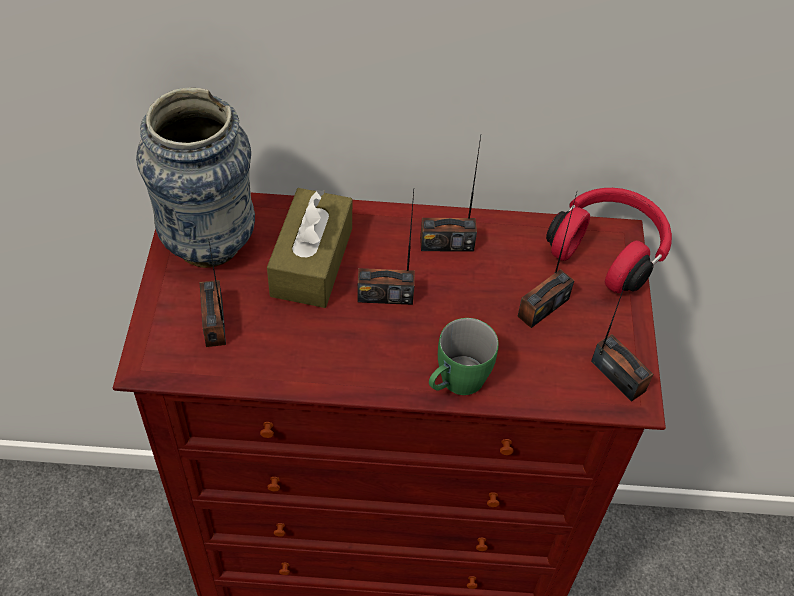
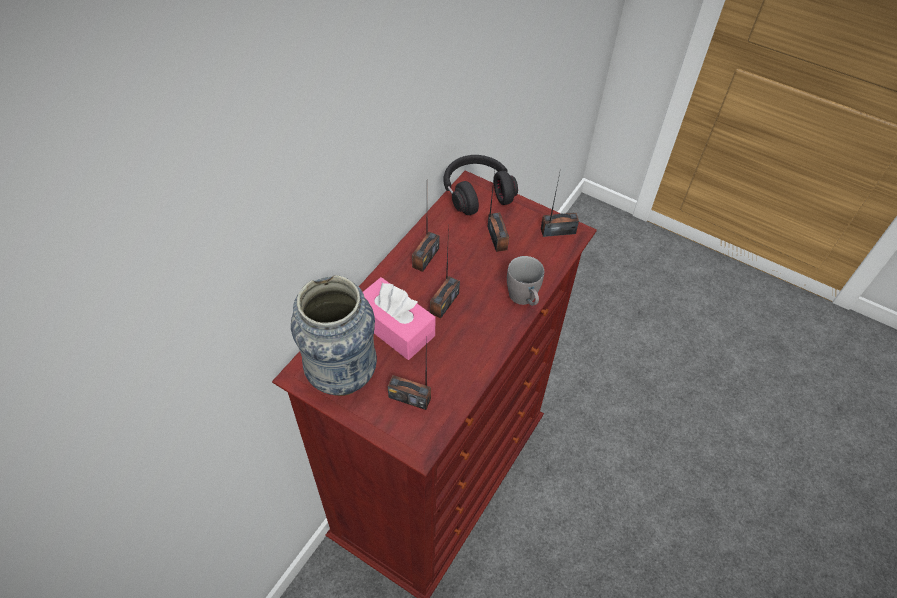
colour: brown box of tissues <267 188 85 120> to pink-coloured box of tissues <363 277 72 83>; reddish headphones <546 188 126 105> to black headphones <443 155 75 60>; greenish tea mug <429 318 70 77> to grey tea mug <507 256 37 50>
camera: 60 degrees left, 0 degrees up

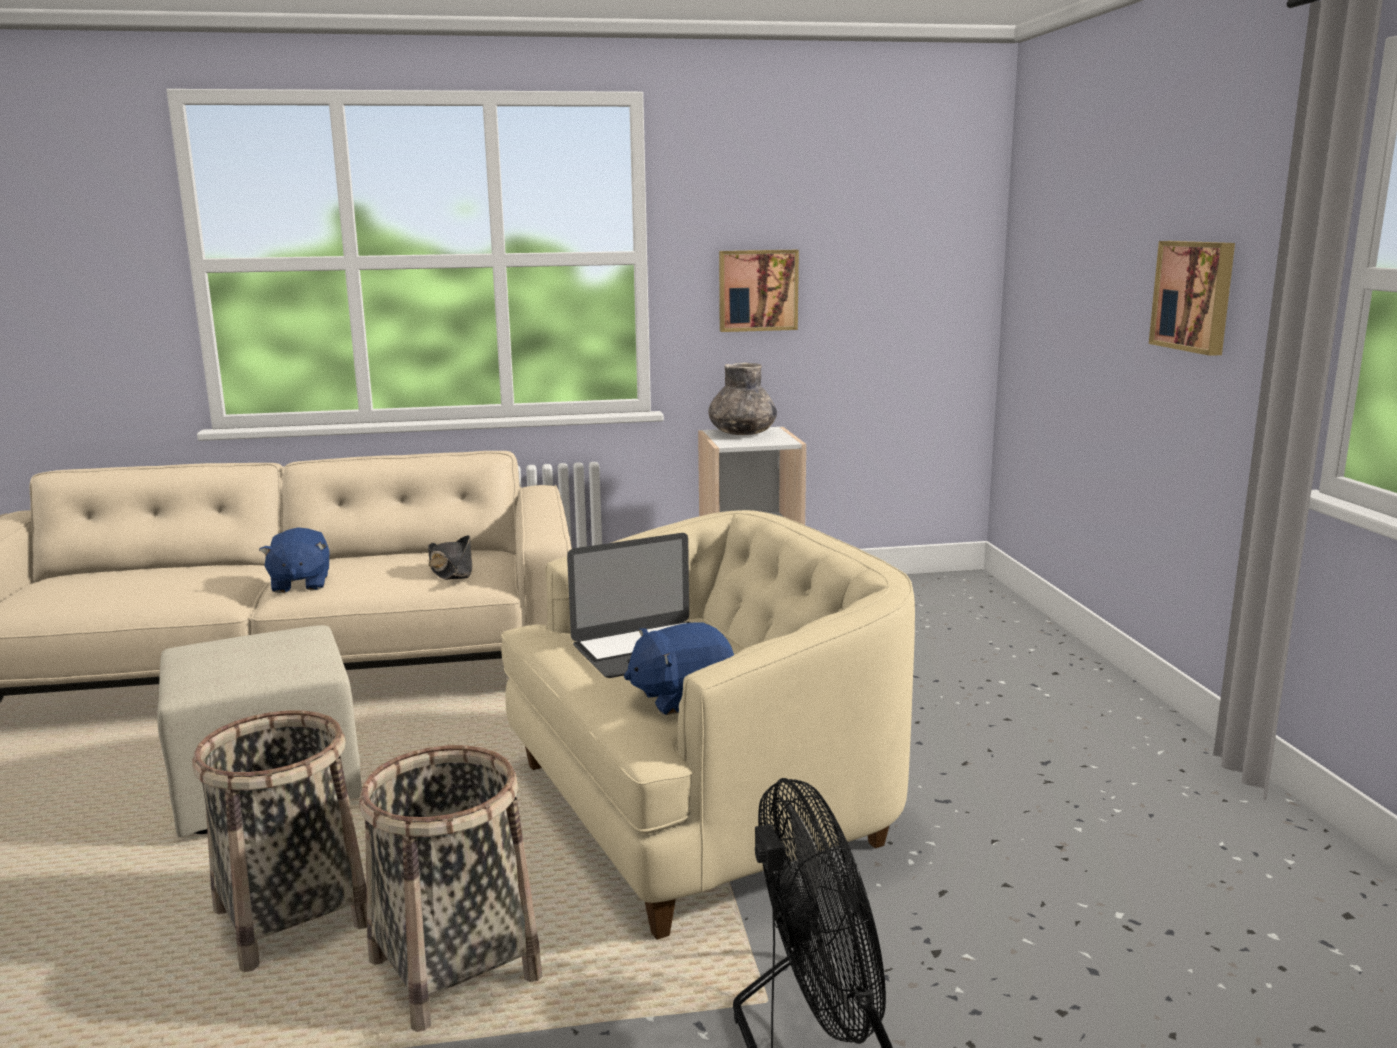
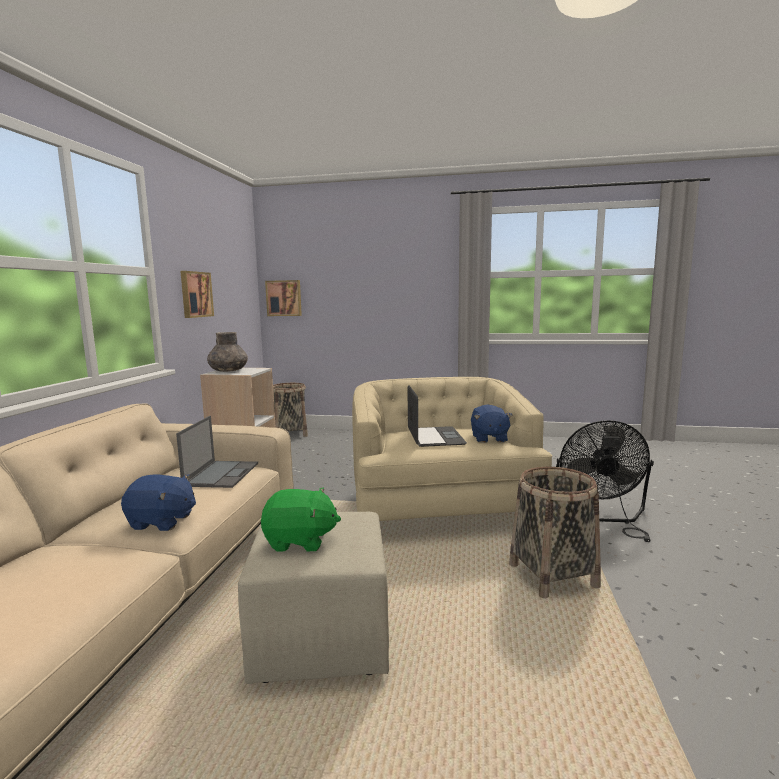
appeared: greenish cuddly toy <261 488 80 64>
relocated: wall picture <1149 241 86 115> to <265 280 37 36>; storage basket <192 710 175 262> to <273 383 35 54>
exchanged: black wearable hat <428 535 44 45> to laptop <176 416 82 72>
camera: 70 degrees left, 5 degrees down

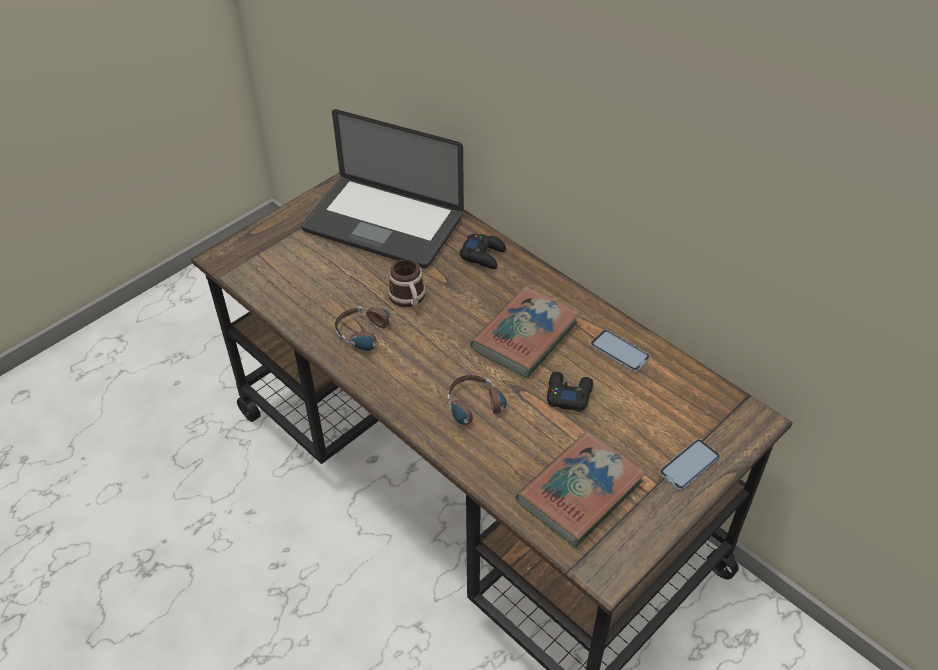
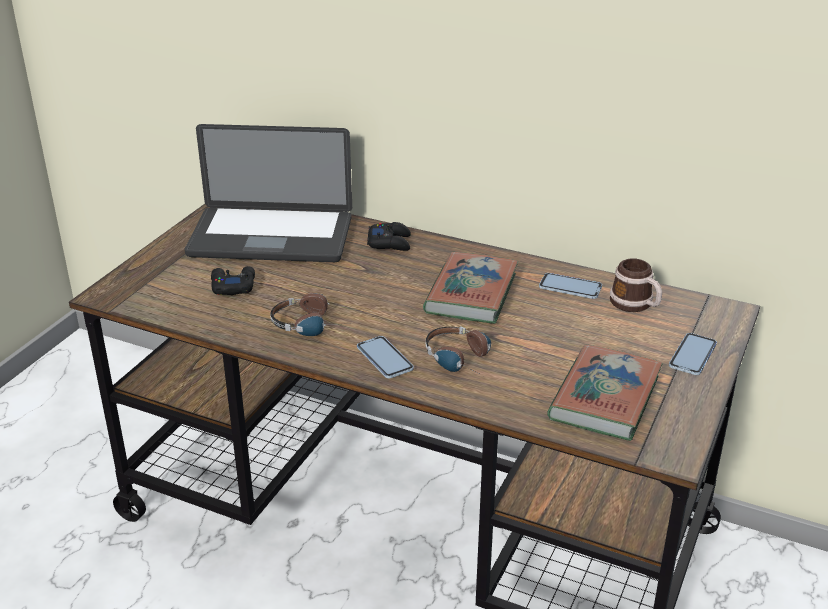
appeared: handset <357 336 57 42>
relocated: tea mug <387 259 39 49> to <610 258 52 54>; black gamepad <547 372 46 40> to <211 266 44 29>
camera: 20 degrees left, 15 degrees down

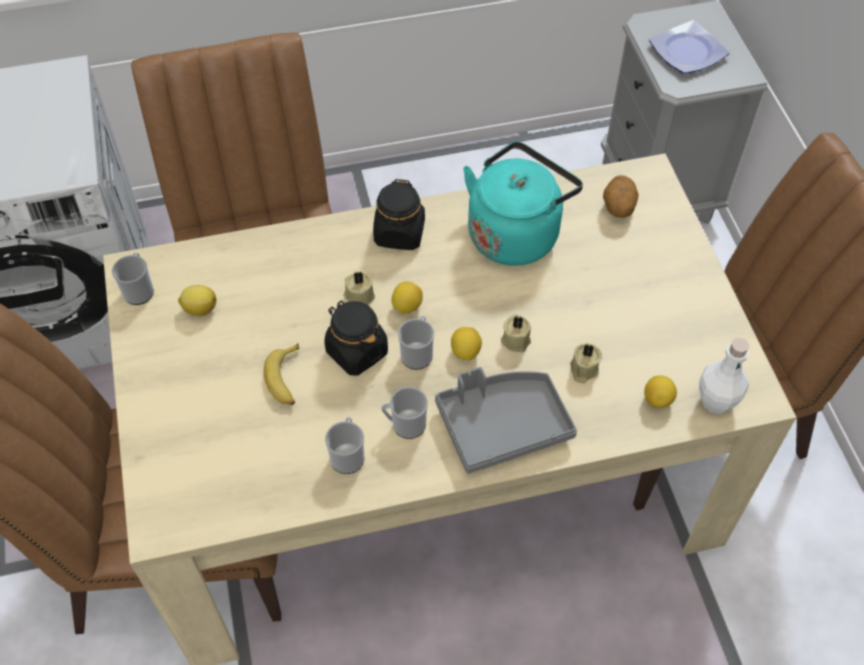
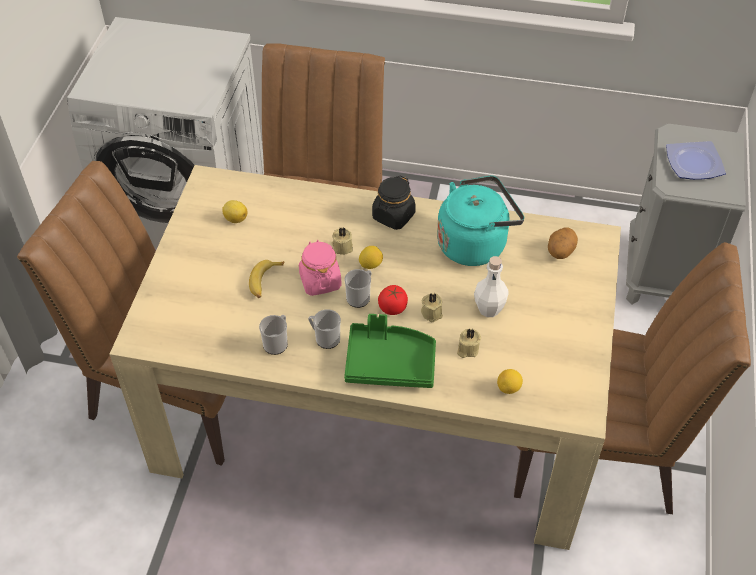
missing: tea mug <112 252 42 53>
relocated: white drink bottle <699 338 50 76> to <474 256 35 61>
exchanged: whole lemon <451 327 31 34> to tomato <378 285 30 30>
colour: black preserve jar <324 301 64 75> to pink-coloured preserve jar <299 240 43 56>; grey tray <435 367 142 107> to greenish tray <344 314 92 74>
camera: 25 degrees right, 5 degrees down

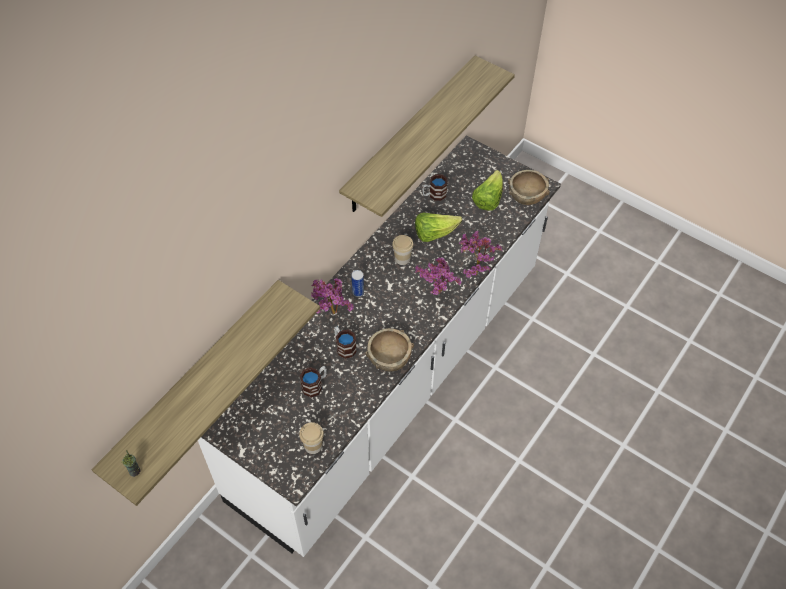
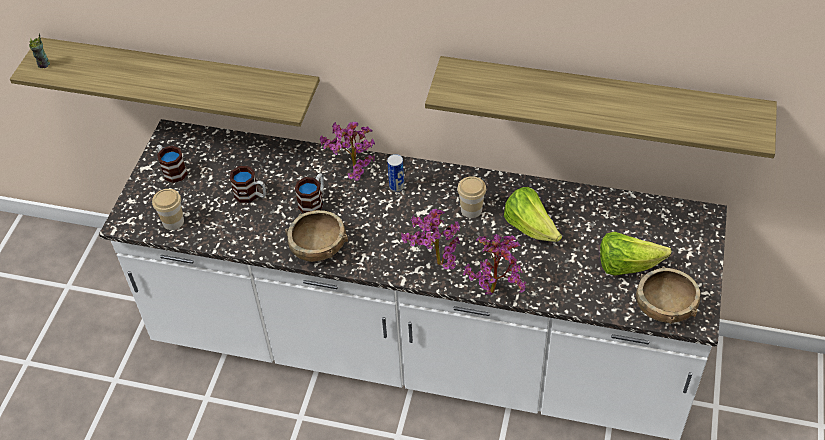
relocated: tea mug <422 174 26 27> to <157 145 31 38>
camera: 70 degrees right, 5 degrees down

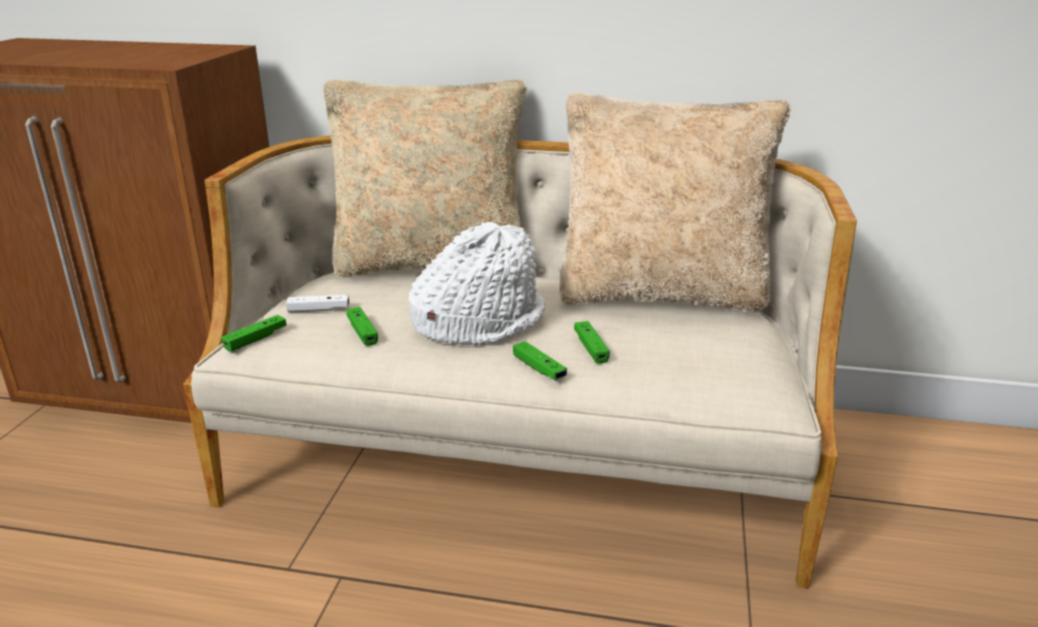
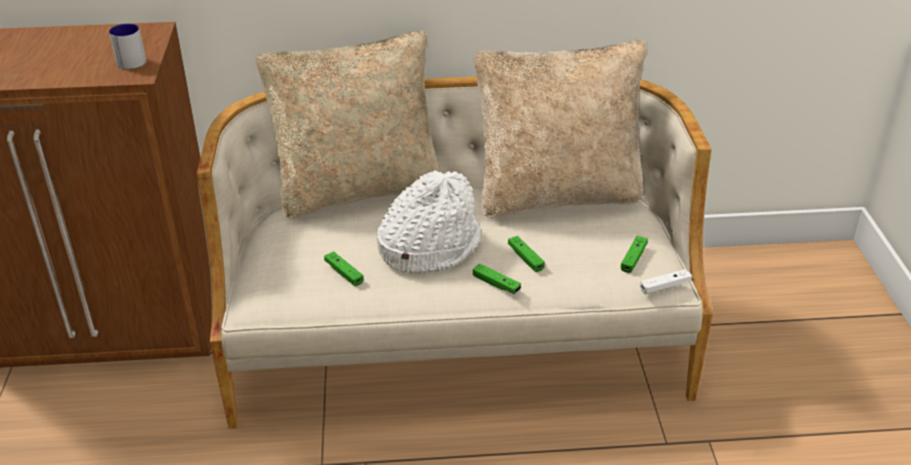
appeared: tea mug <109 24 37 45>
relocated: white gamepad <286 295 63 18> to <640 269 52 25>; greenish gamepad <221 315 66 37> to <621 236 27 37>
camera: 15 degrees left, 10 degrees up

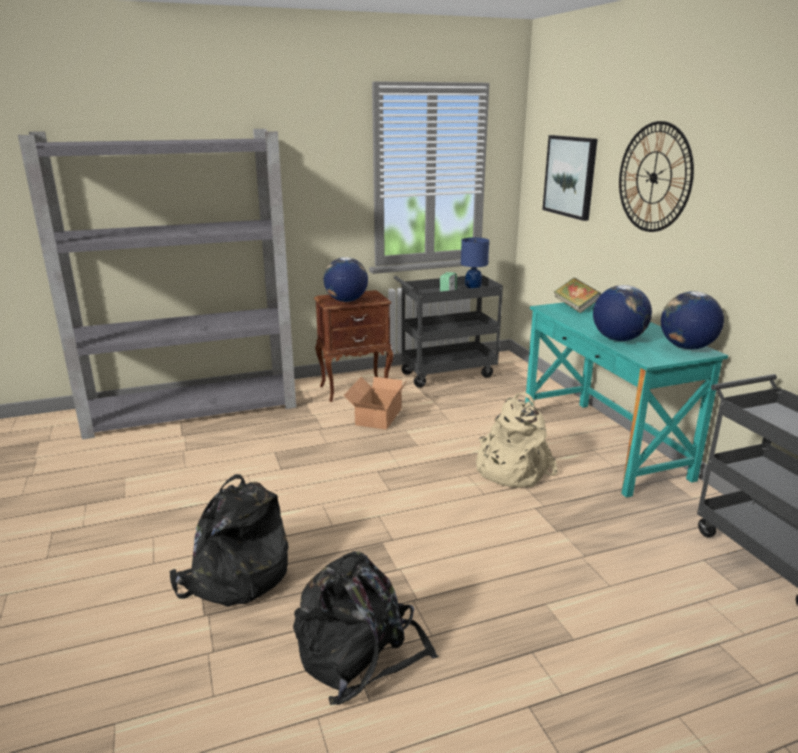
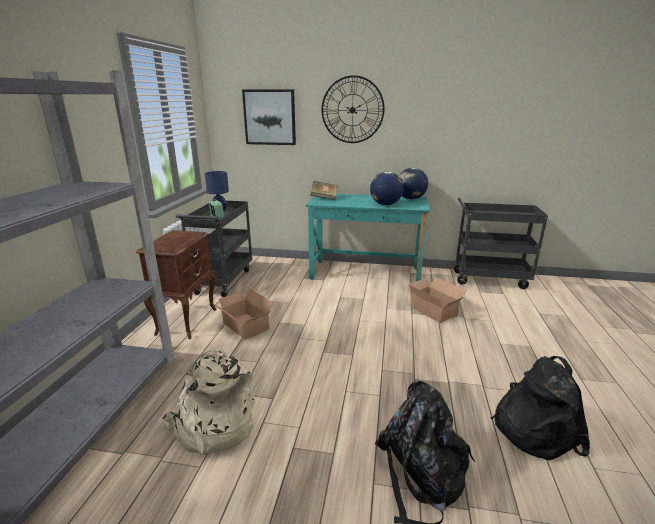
missing: desk globe <324 257 44 45>
appeared: cardboard box <408 277 58 46>
relocated: beige backpack <476 392 82 96> to <163 347 92 108>
camera: 60 degrees left, 0 degrees up

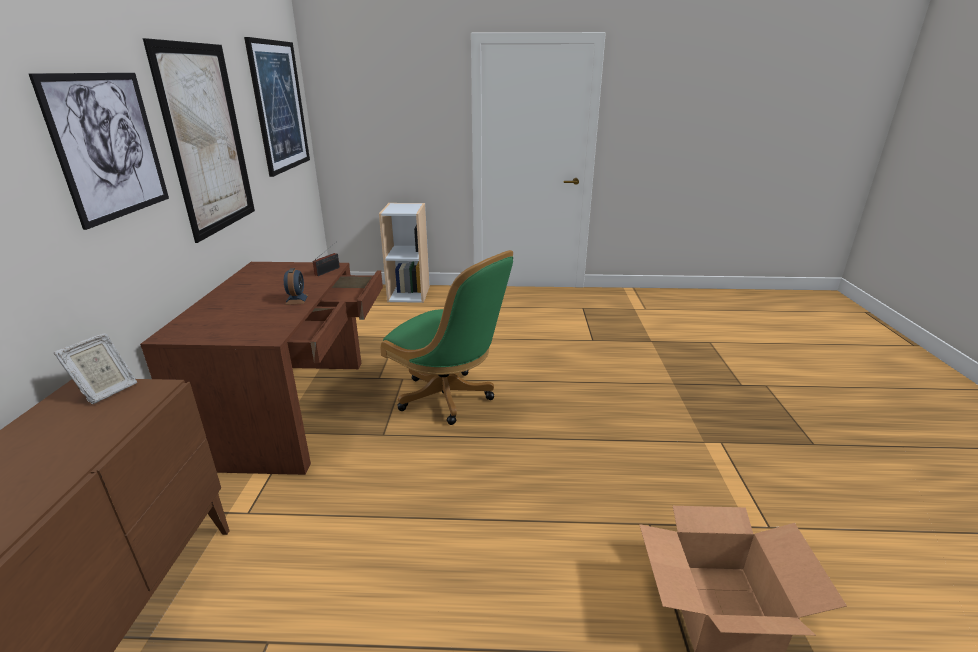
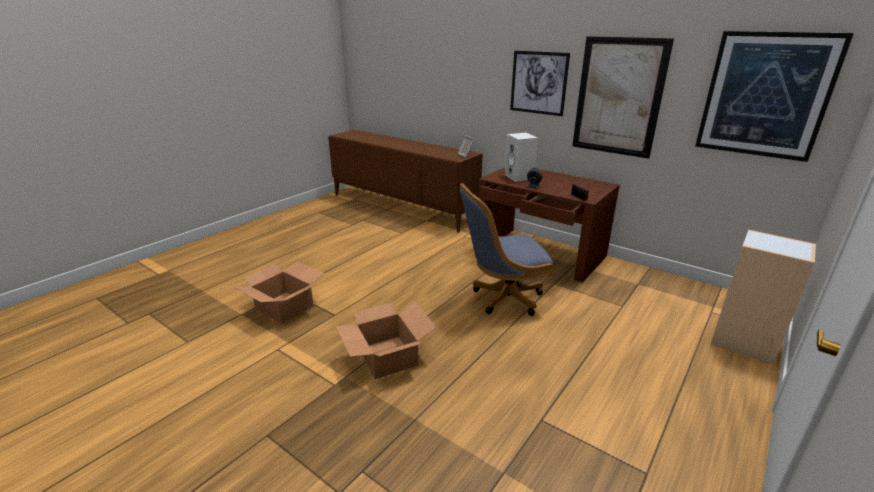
appeared: white loudspeaker <505 133 33 49>; cardboard box <335 302 101 77>
colour: greenish office chair <380 250 133 175> to blue-coloured office chair <460 183 94 133>
camera: 125 degrees right, 0 degrees up

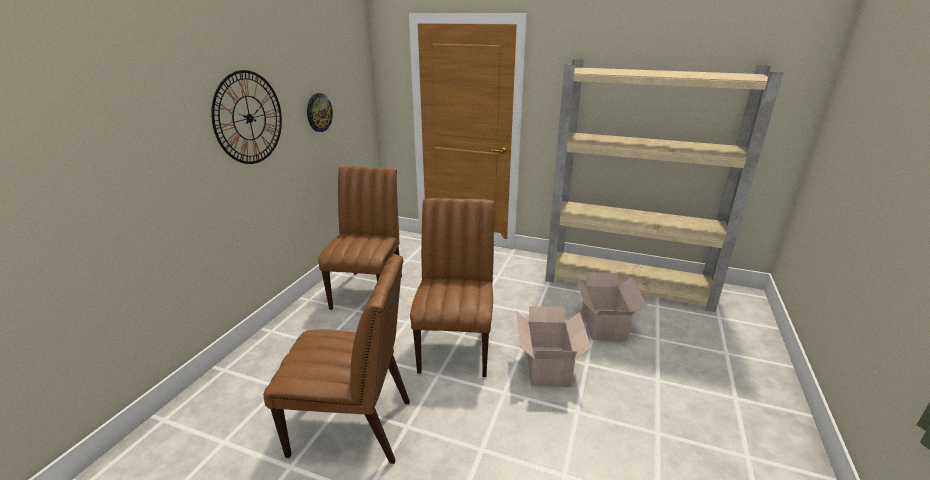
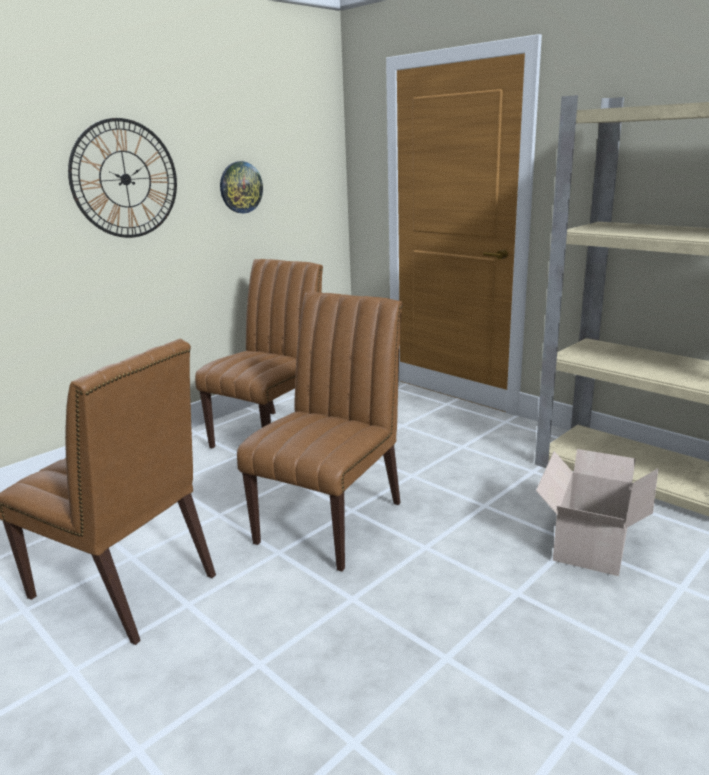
missing: cardboard box <516 306 75 81>
camera: 25 degrees right, 5 degrees down

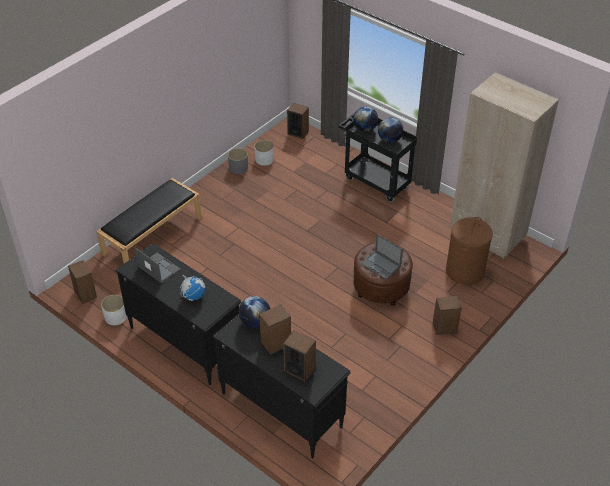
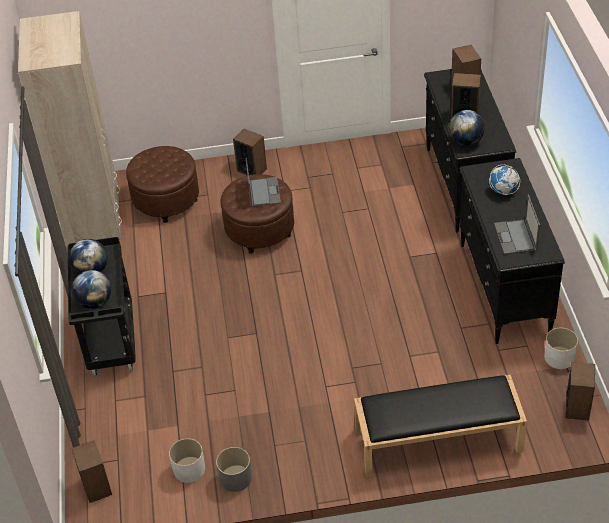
exchanged: brown hamper <446 217 47 68> to brown footrest <126 146 73 77>
camera: 135 degrees left, 0 degrees up

